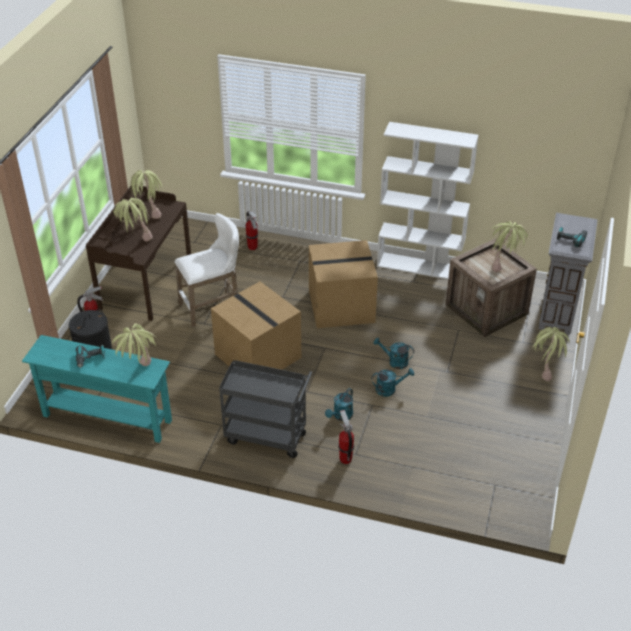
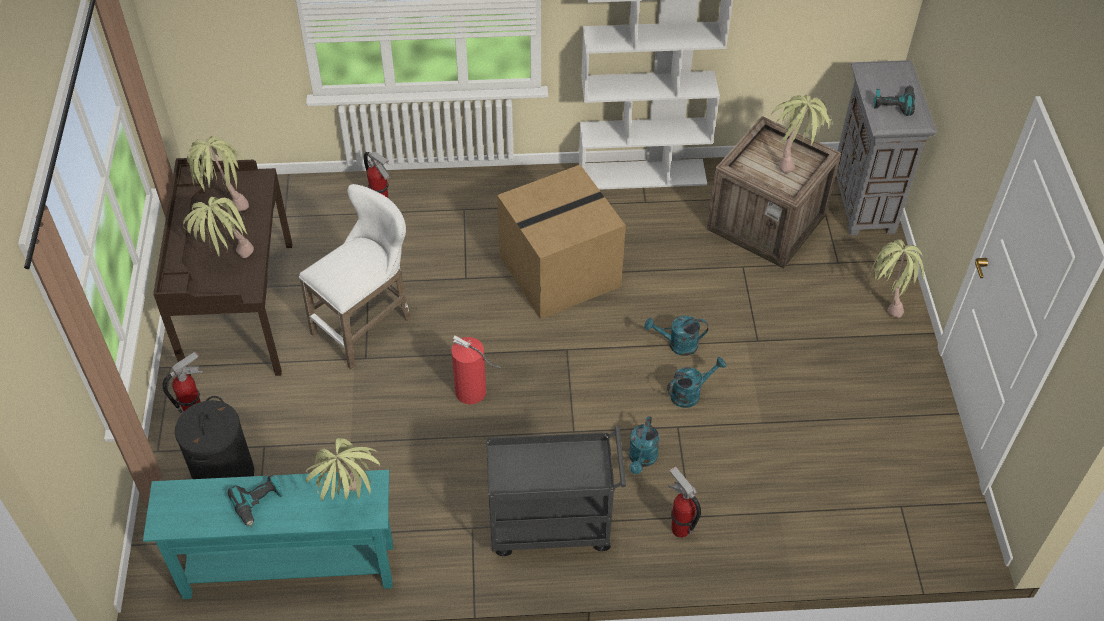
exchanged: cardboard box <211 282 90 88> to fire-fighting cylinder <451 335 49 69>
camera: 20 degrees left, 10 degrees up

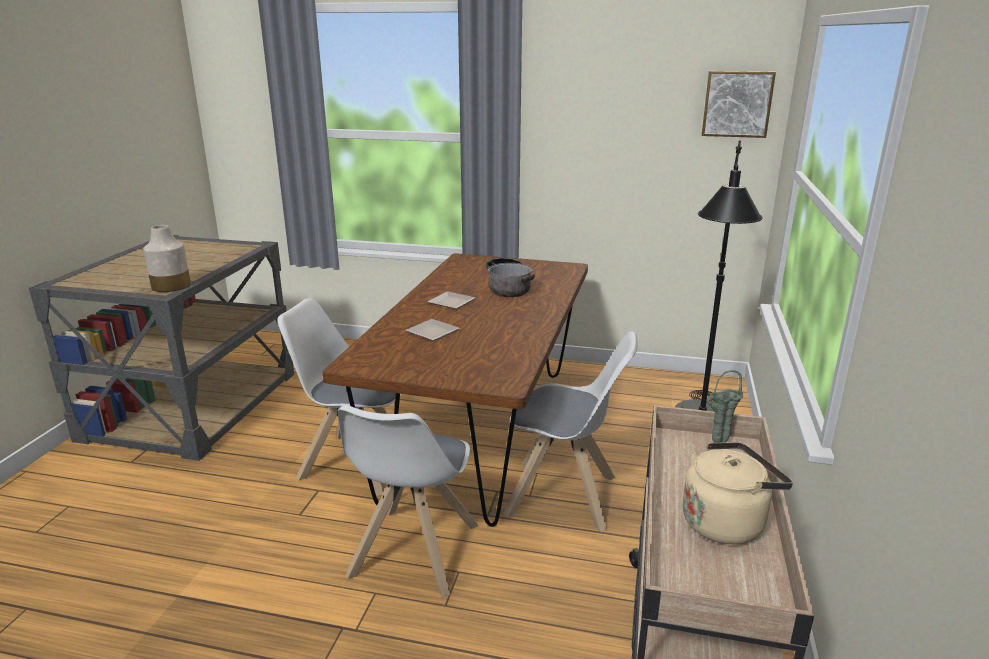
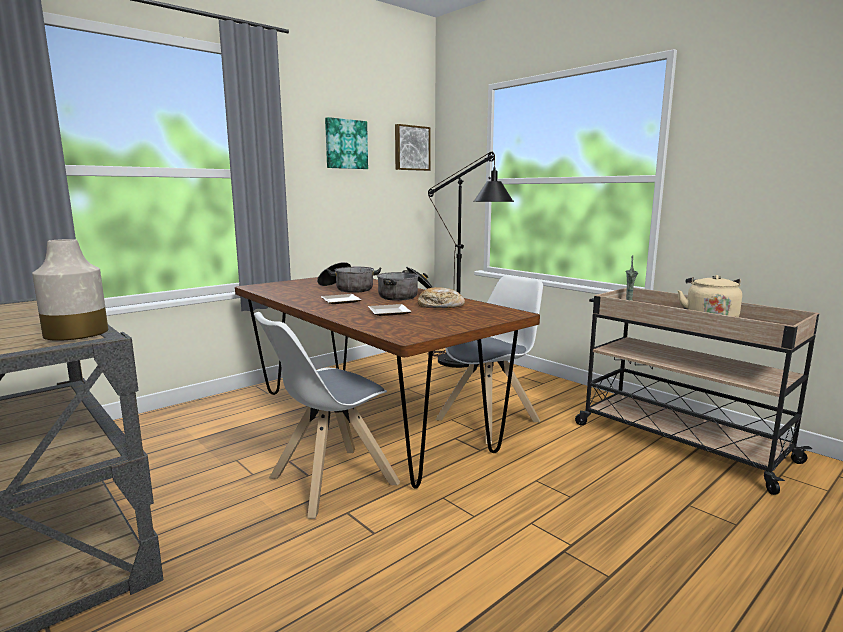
missing: plain chair <337 405 141 193>
appeared: wall picture <325 117 43 52>; stockpot <377 267 56 34>; baked bread <418 287 47 21>
camera: 55 degrees left, 10 degrees down

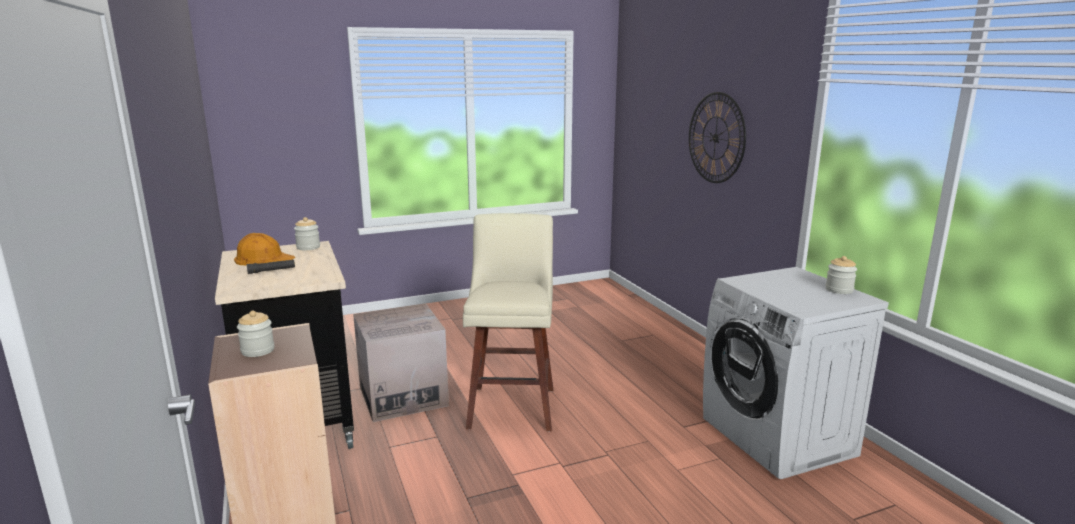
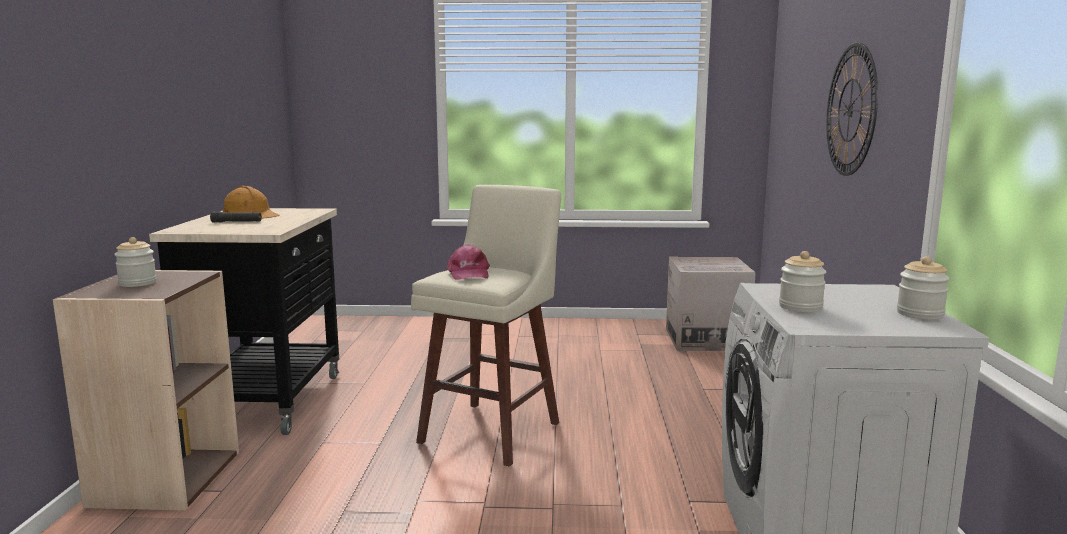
appeared: pink-coloured cap <447 244 43 36>
relocated: preserve jar <294 217 26 33> to <779 251 47 61>; cardboard box <353 303 96 119> to <666 257 90 94>
camera: 25 degrees right, 5 degrees down

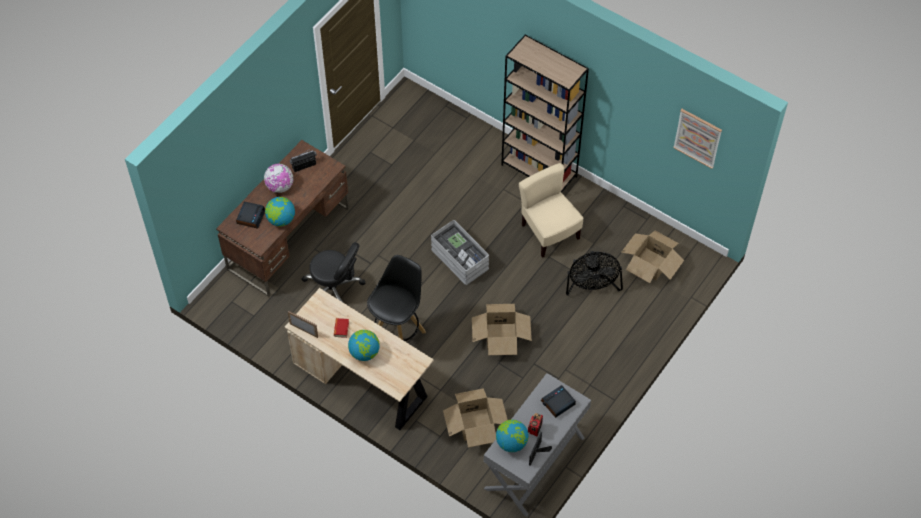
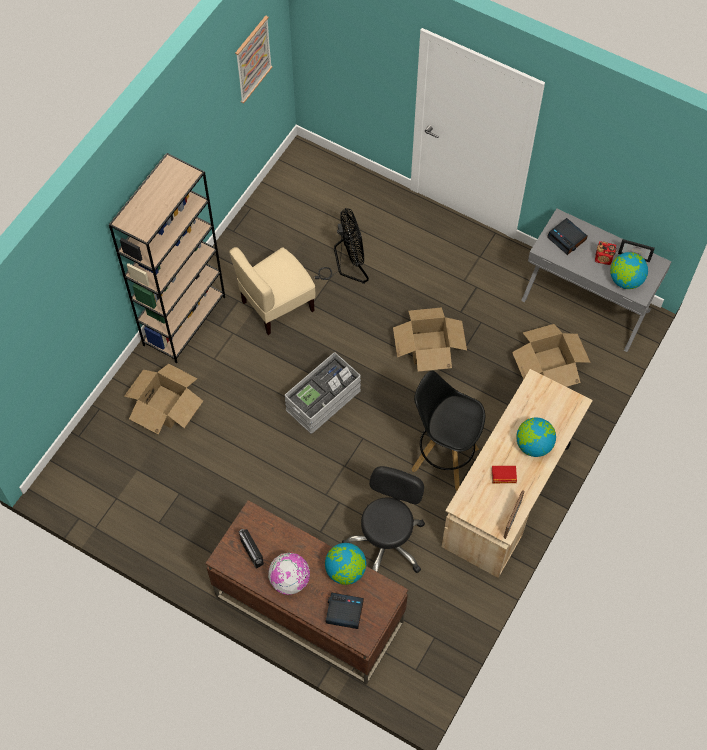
relocated: cardboard box <621 230 63 53> to <124 364 79 71>
camera: 95 degrees left, 5 degrees up

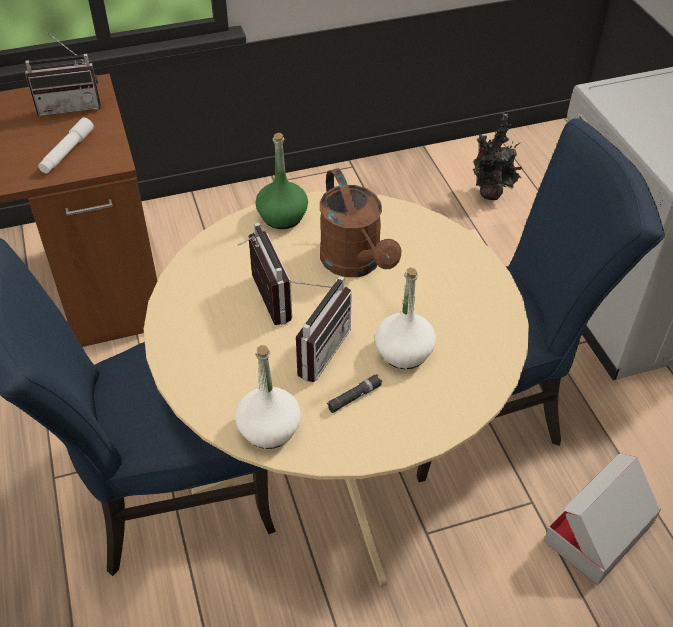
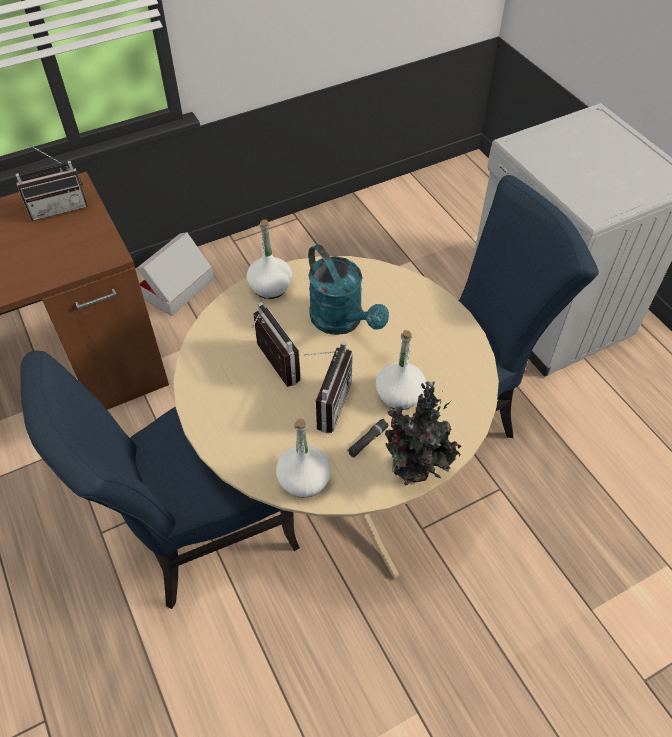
missing: white hand torch <38 118 56 56>
relocated: houseplant <473 113 49 87> to <385 381 76 104>; cardboard box <544 454 117 131> to <137 232 78 84>
colour: greenish drink bottle <255 133 53 96> to white drink bottle <247 220 45 79>; brown watering can <320 169 81 108> to blue-green watering can <308 244 81 91>
camera: 10 degrees left, 5 degrees up

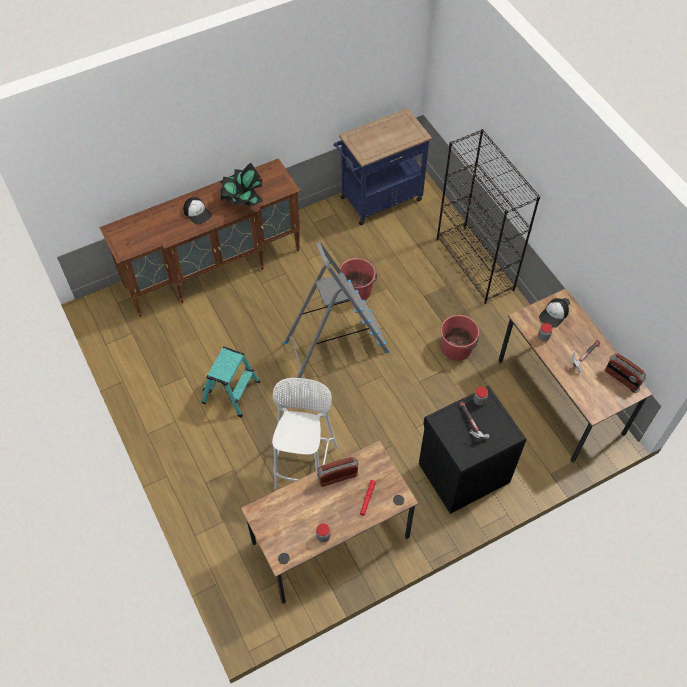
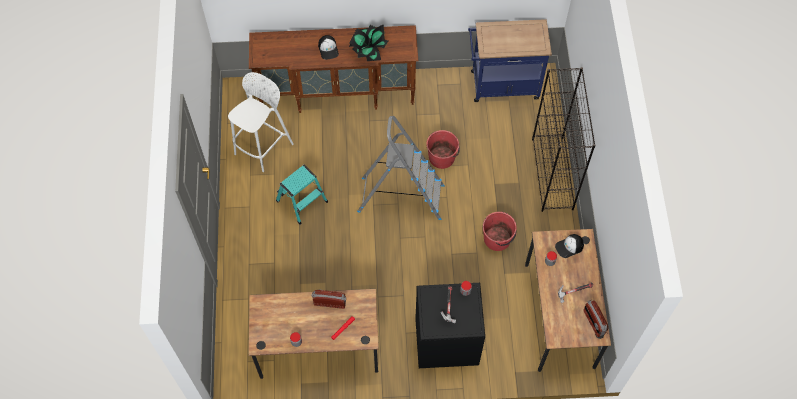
relocated: white stool seat <272 378 66 111> to <228 72 66 100>
camera: 25 degrees right, 5 degrees up

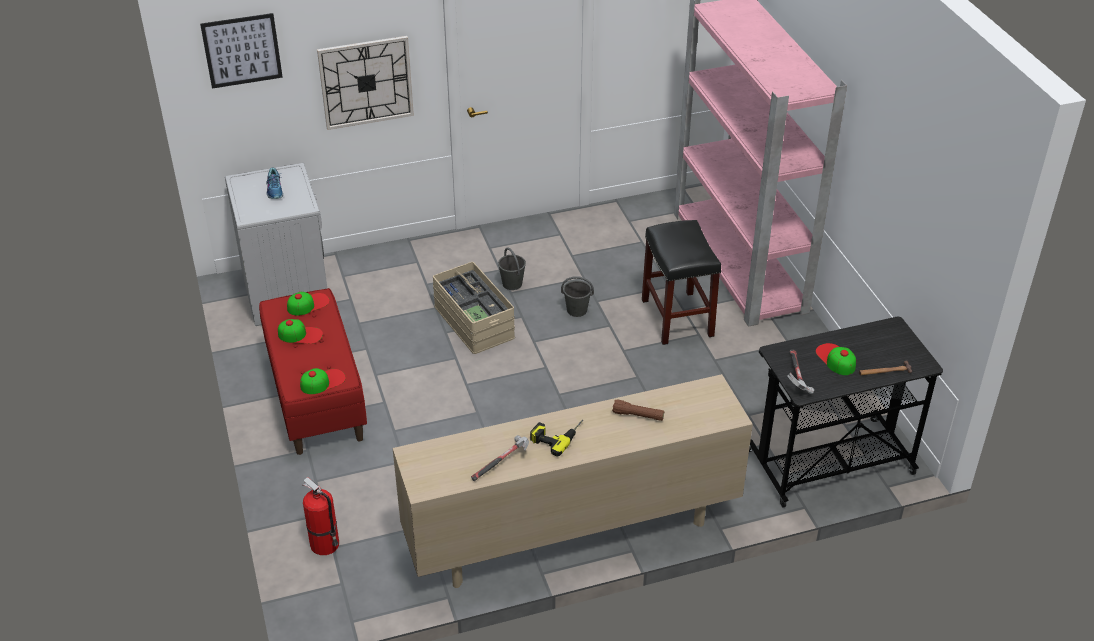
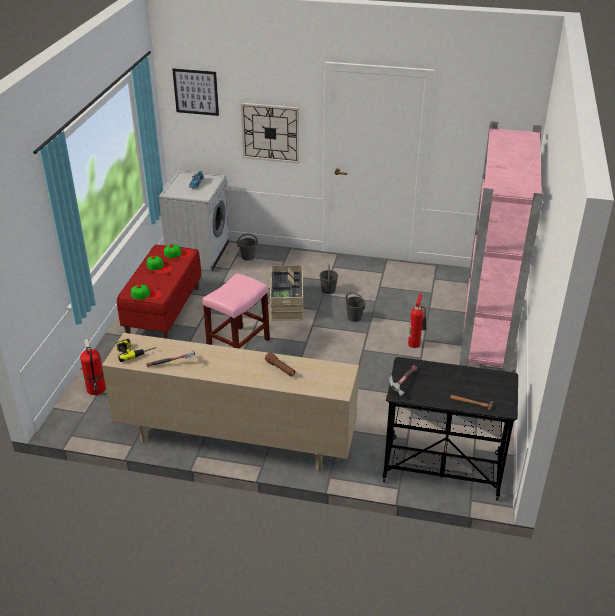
missing: cap <816 343 40 32>
appeared: grey water bucket <237 234 21 27>; pink-coloured stool seat <202 273 68 76>
relocated: power drill <530 420 53 37> to <116 339 40 23>
exchanged: black stool seat <642 220 79 125> to fire-fighting cylinder <408 294 18 54>
camera: 30 degrees right, 5 degrees down

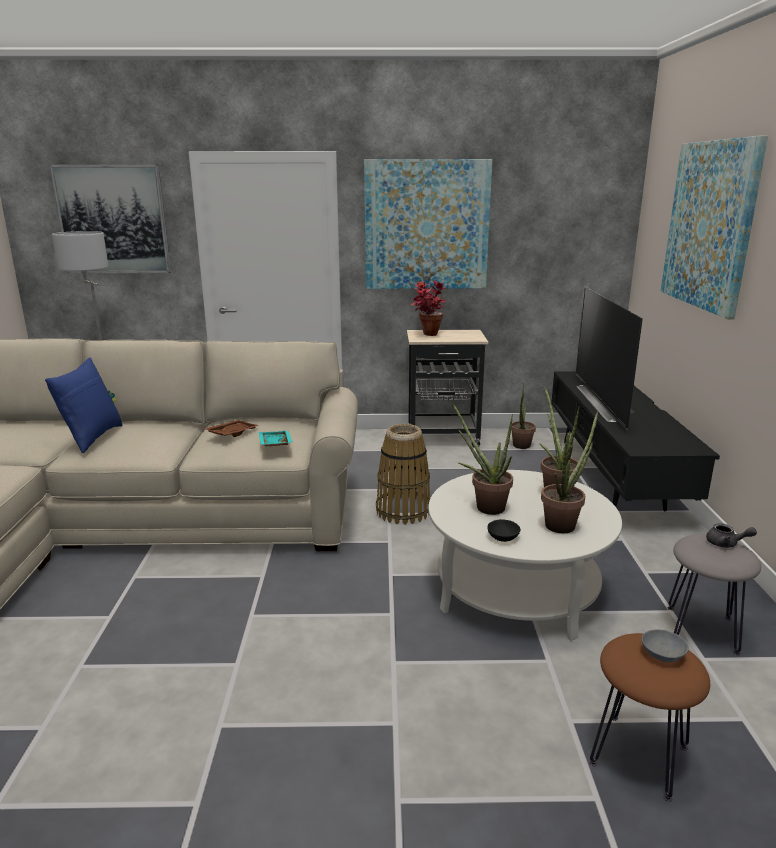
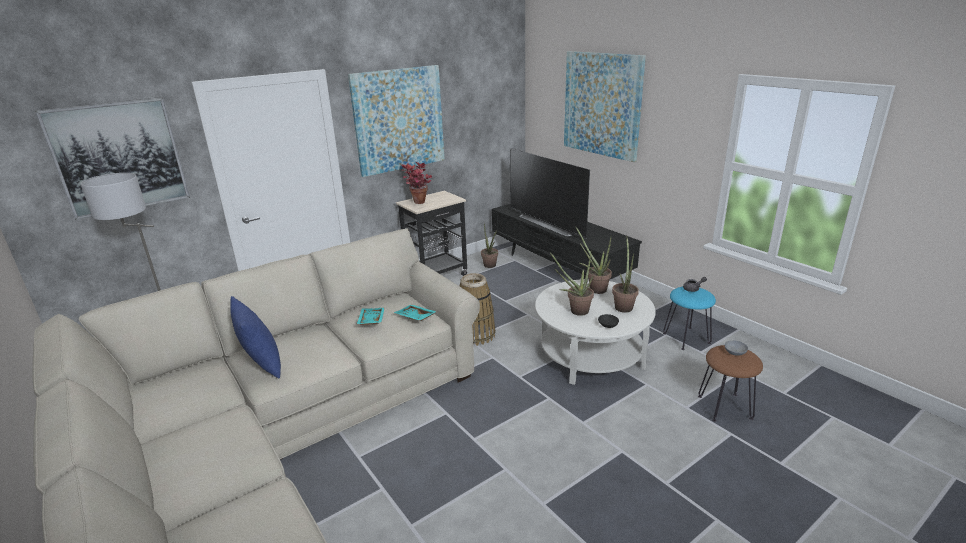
colour: brown tray <204 420 56 17> to blue-green tray <357 308 28 17>; grey stool seat <668 534 93 121> to blue-green stool seat <663 287 53 63>
camera: 35 degrees left, 5 degrees up

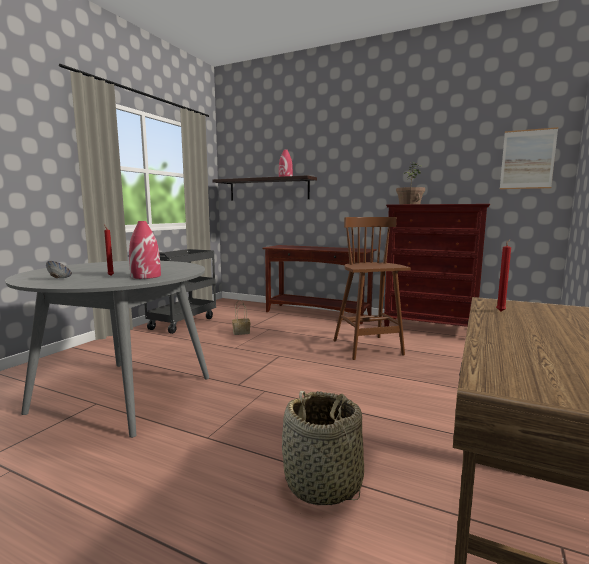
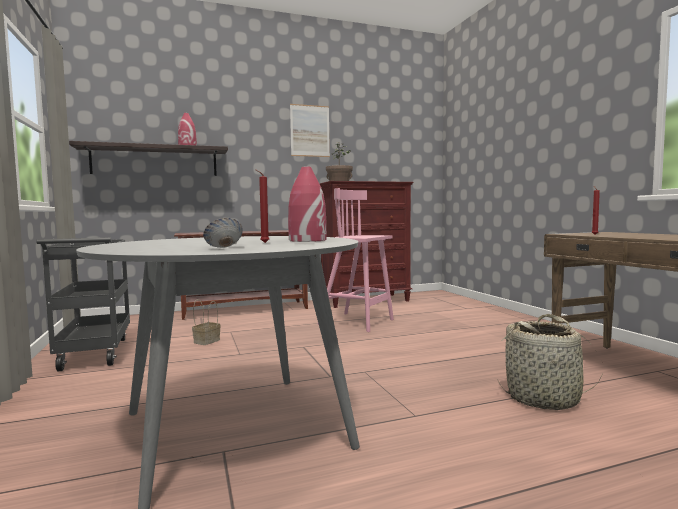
relocated: wall picture <500 127 58 62> to <290 104 40 53>
colour: brown stool seat <333 217 78 143> to pink-coloured stool seat <317 188 77 144>
camera: 45 degrees left, 5 degrees down

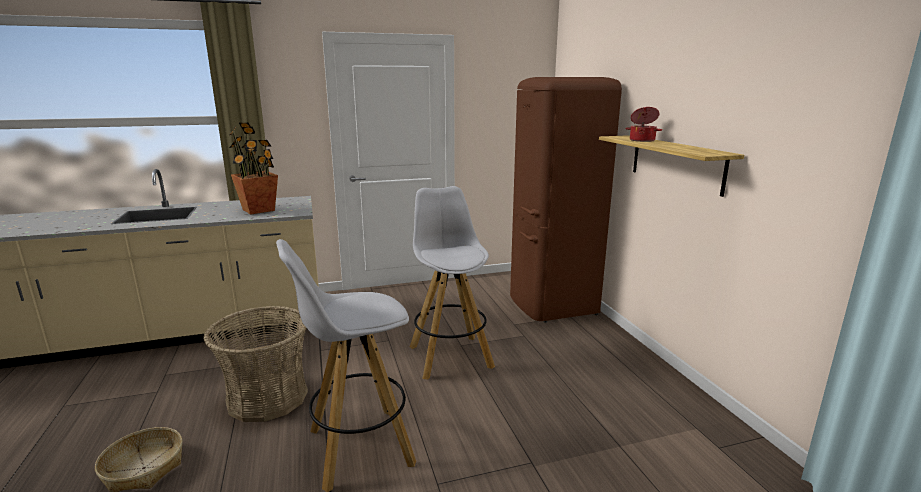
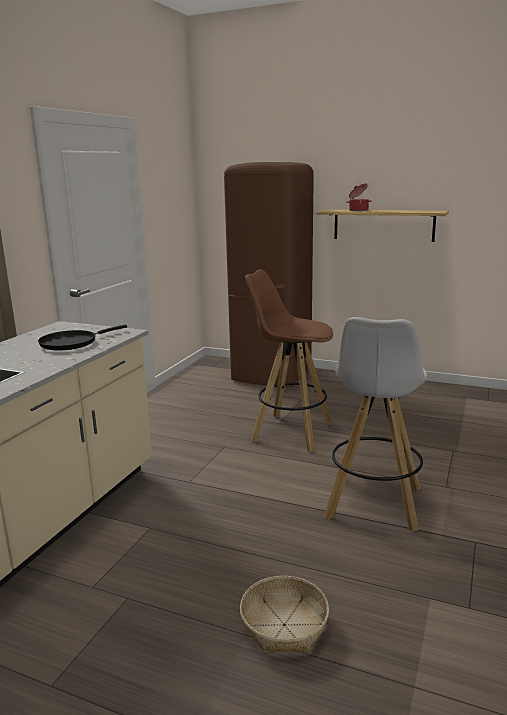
missing: storage basket <203 306 105 116>
exchanged: houseplant <229 123 49 92> to black pan <38 325 89 26>
colour: white stool seat <410 186 85 194> to brown stool seat <245 269 88 183>
camera: 50 degrees left, 0 degrees up

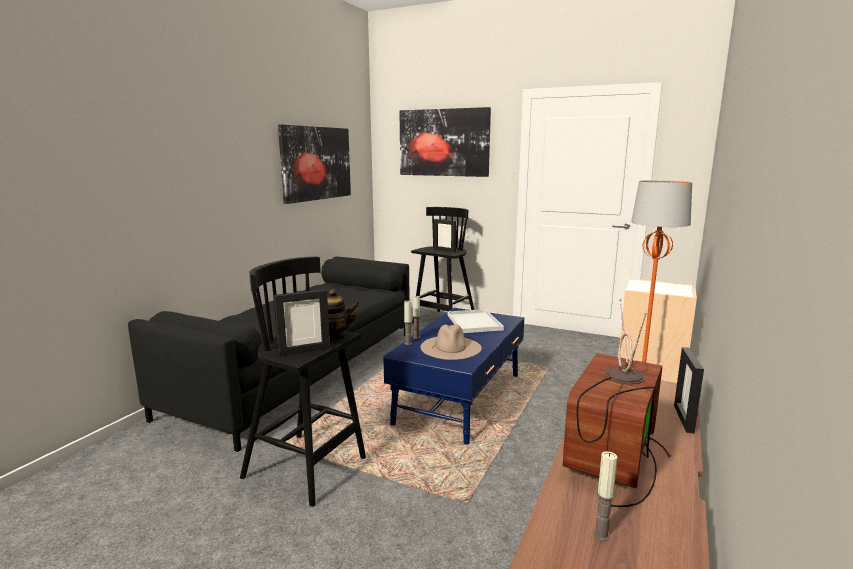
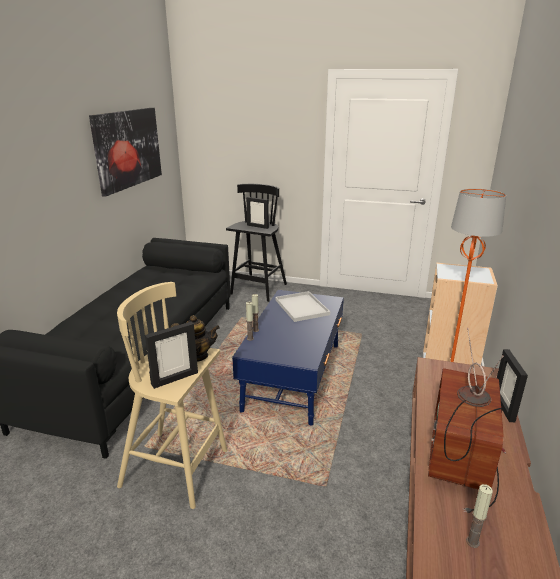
missing: wall picture <400 107 91 70>; beige wearable hat <420 324 62 36>
colour: black stool seat <240 257 126 250> to beige stool seat <117 282 110 227>
camera: 10 degrees left, 10 degrees up

